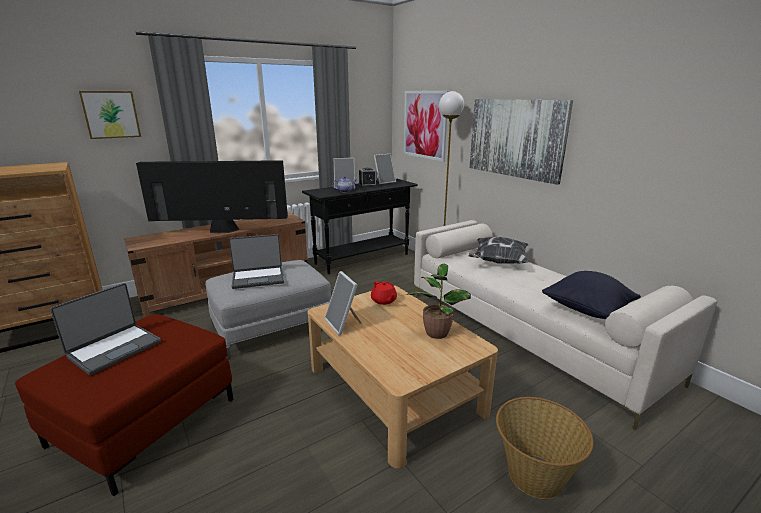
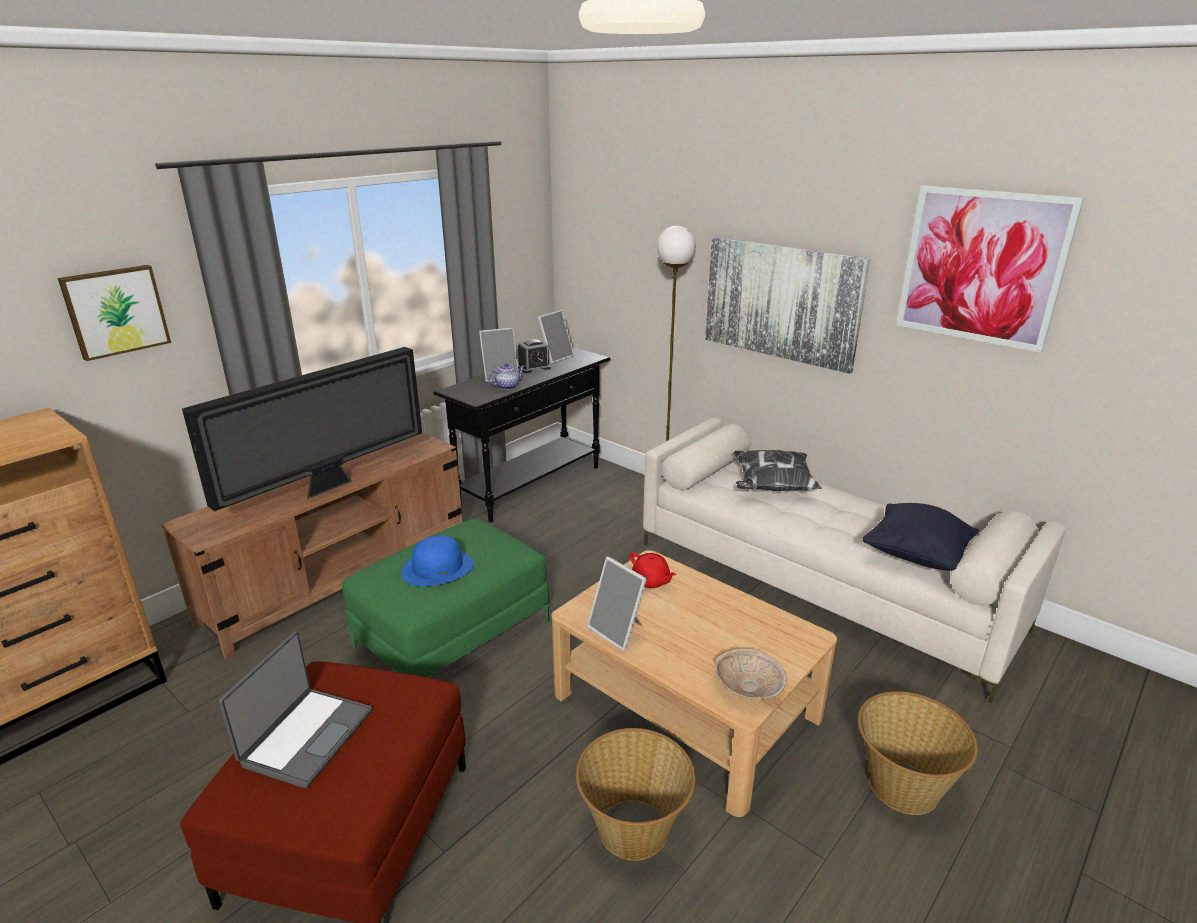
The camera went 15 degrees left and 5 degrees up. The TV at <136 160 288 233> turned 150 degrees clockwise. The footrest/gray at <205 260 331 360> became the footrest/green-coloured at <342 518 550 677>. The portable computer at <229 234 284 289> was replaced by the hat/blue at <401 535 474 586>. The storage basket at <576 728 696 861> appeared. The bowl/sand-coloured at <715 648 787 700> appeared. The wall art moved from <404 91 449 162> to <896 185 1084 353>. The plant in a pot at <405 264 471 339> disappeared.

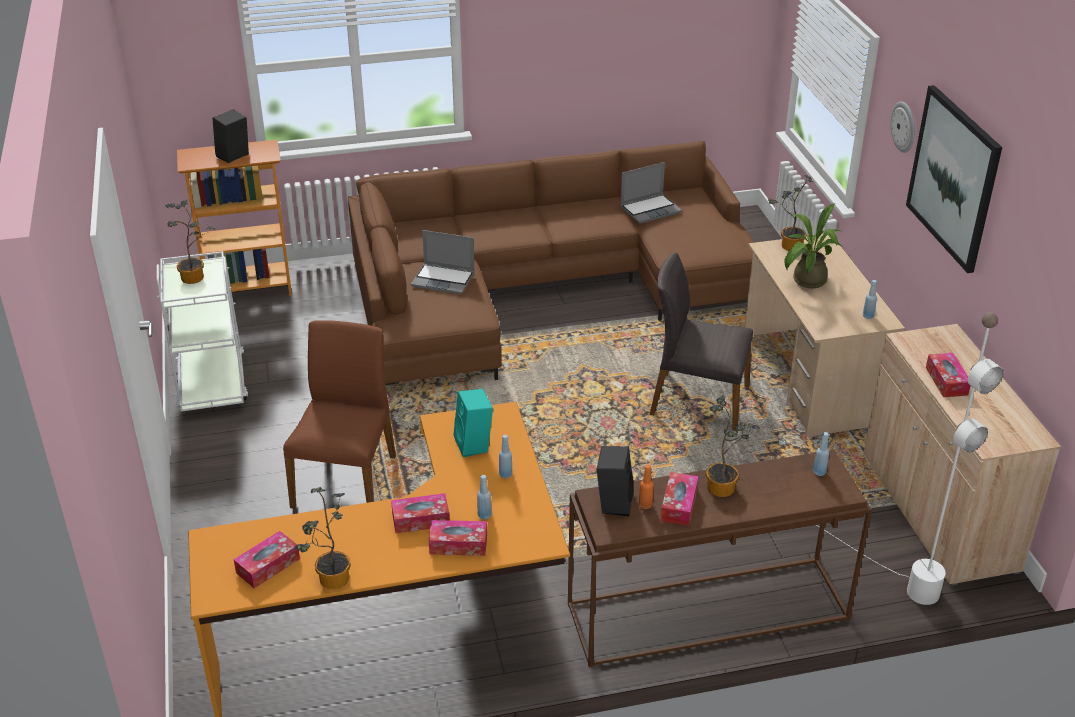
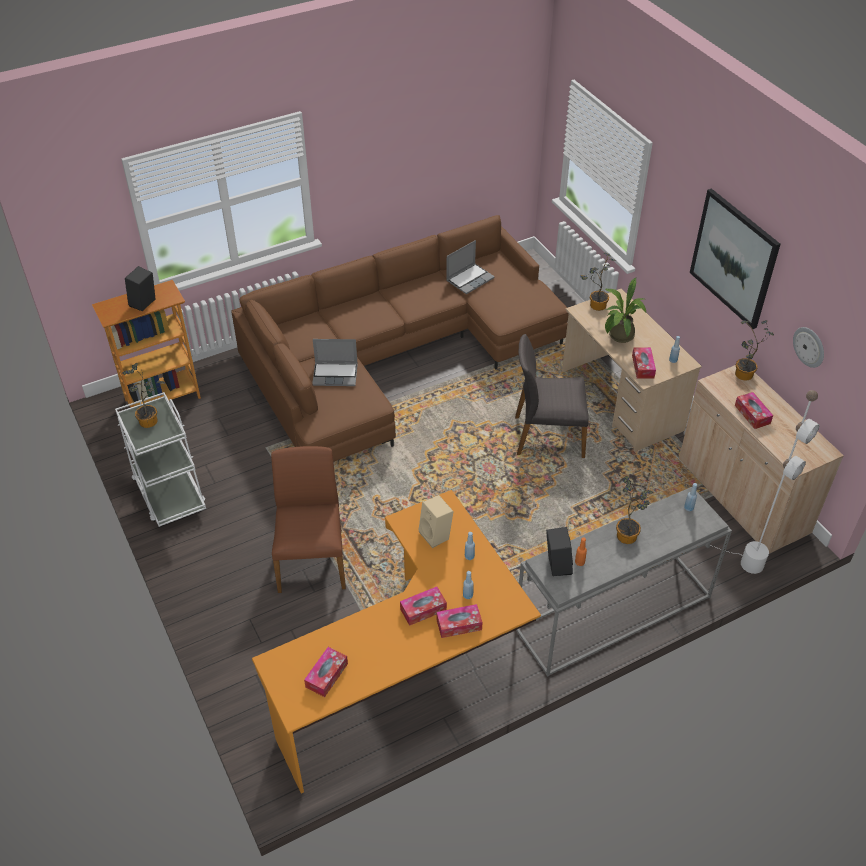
The camera went 15 degrees left and 10 degrees up. The loudspeaker/blue-green at <453 389 493 457> became the loudspeaker/sand-coloured at <418 495 454 548>. The hall table/brown at <568 450 872 668> became the hall table/gray at <515 487 732 677>. The tissue holder moved from <661 472 698 526> to <632 347 656 379>. The plant in a pot moved from <295 487 351 589> to <735 320 774 381>. The hanging clock moved from <890 101 915 153> to <793 327 824 368>.

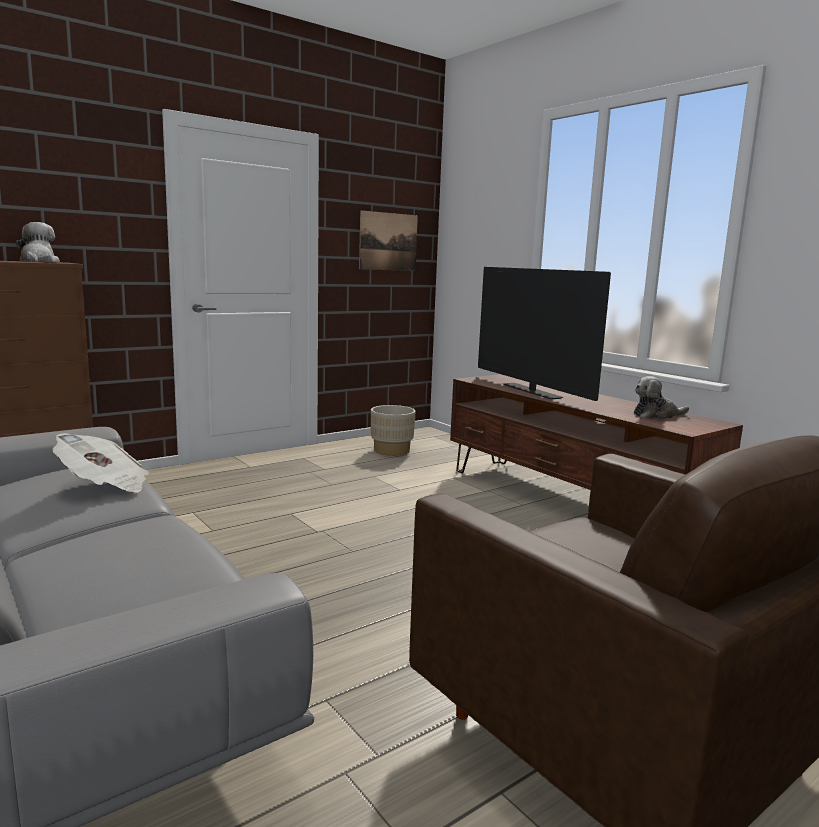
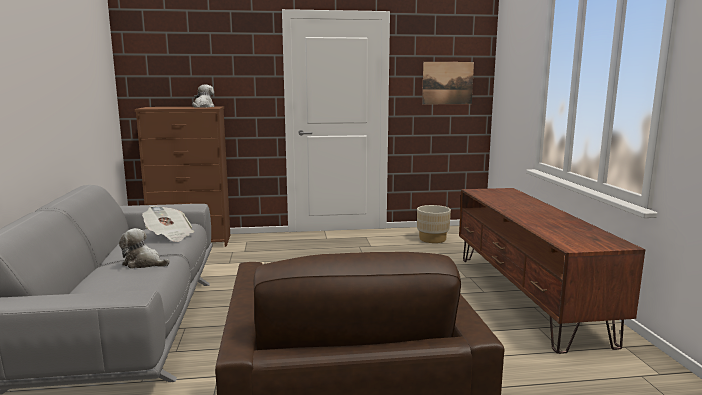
The camera went 30 degrees right and 0 degrees up. The soft toy moved from <634 376 689 419> to <119 228 170 269>. The TV at <478 267 611 401> disappeared.

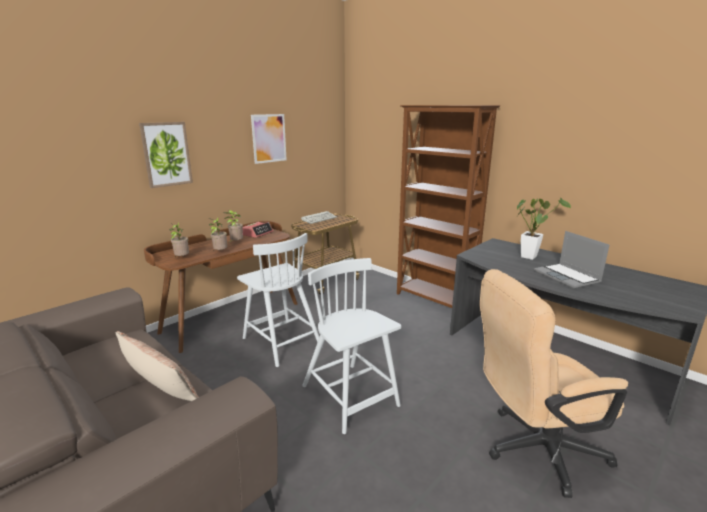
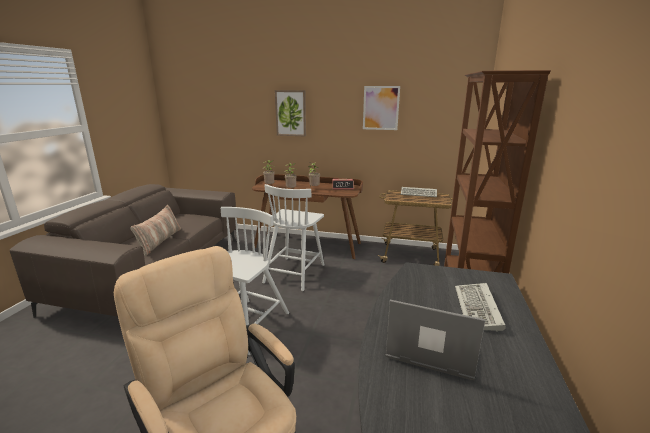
The camera went 60 degrees right and 0 degrees up. The portable computer at <534 231 609 289> turned 75 degrees clockwise. The plant in a pot at <517 198 571 260> was replaced by the computer keyboard at <455 283 506 332>.

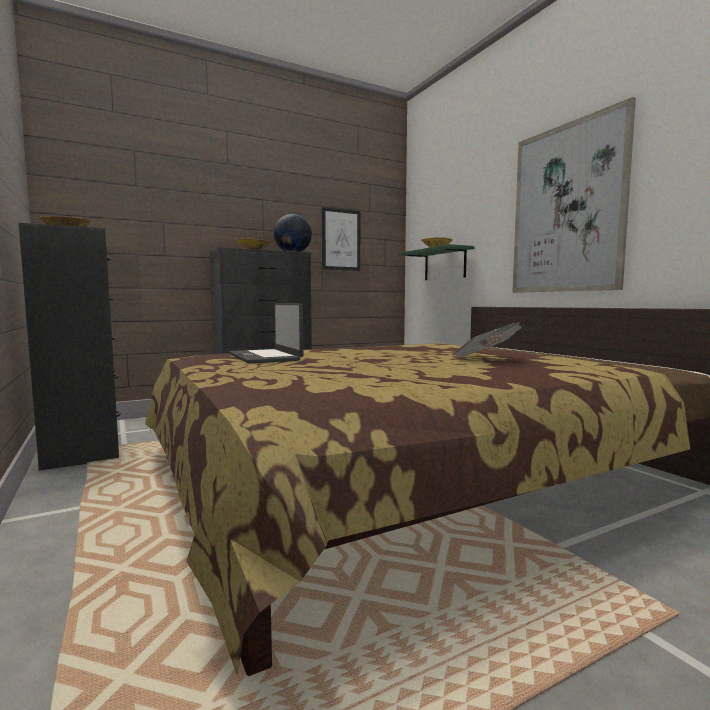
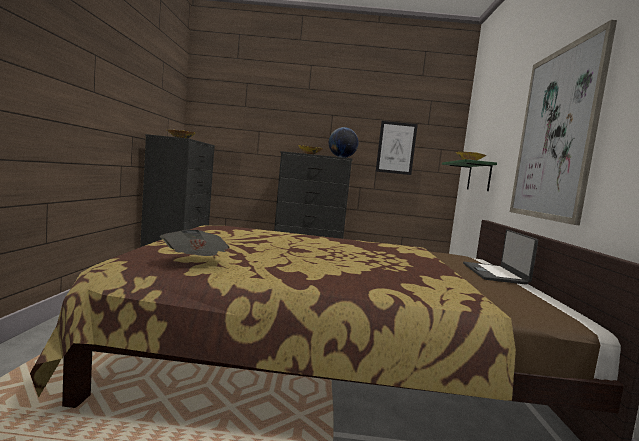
The camera went 30 degrees right and 0 degrees up. The printed paper moved from <452 322 522 356> to <159 230 229 256>. The portable computer moved from <229 304 304 364> to <463 229 538 285>.

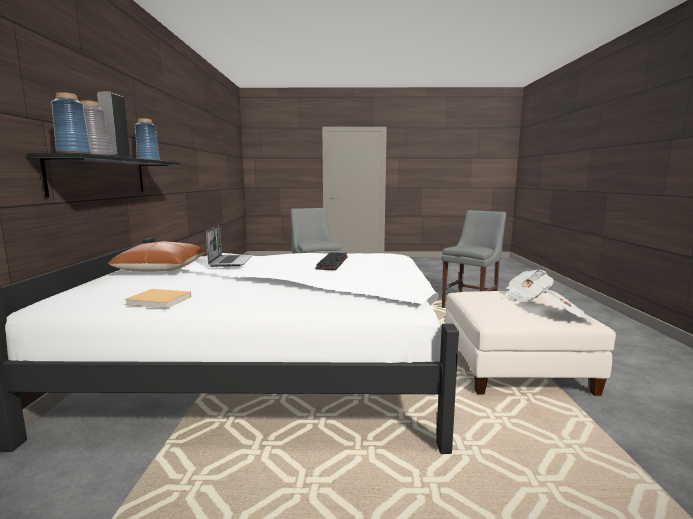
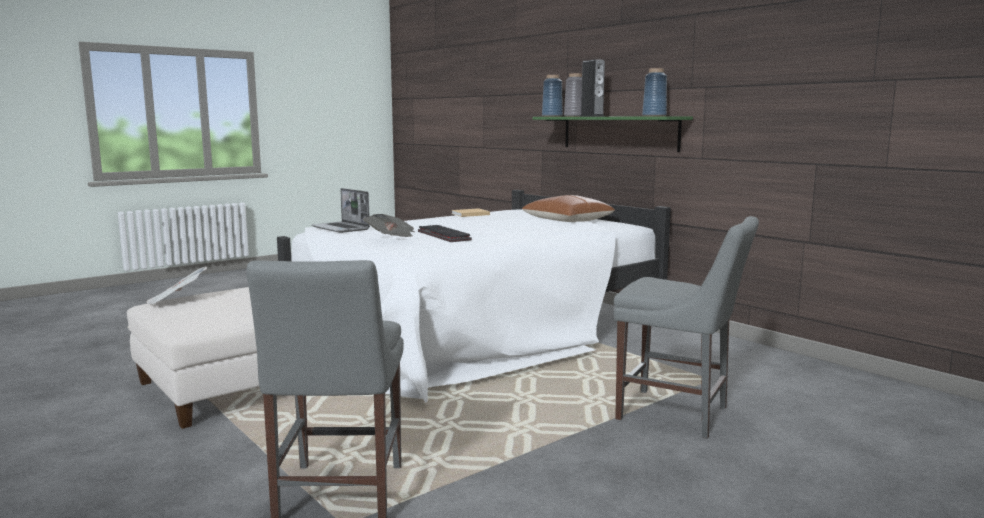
The camera went 140 degrees right and 0 degrees up. The portable computer moved from <206 225 253 267> to <311 188 370 233>. The printed paper moved from <504 270 554 301> to <363 214 414 237>. The wall shelf/black-coloured at <27 153 180 197> became the wall shelf/green-coloured at <532 116 693 152>.

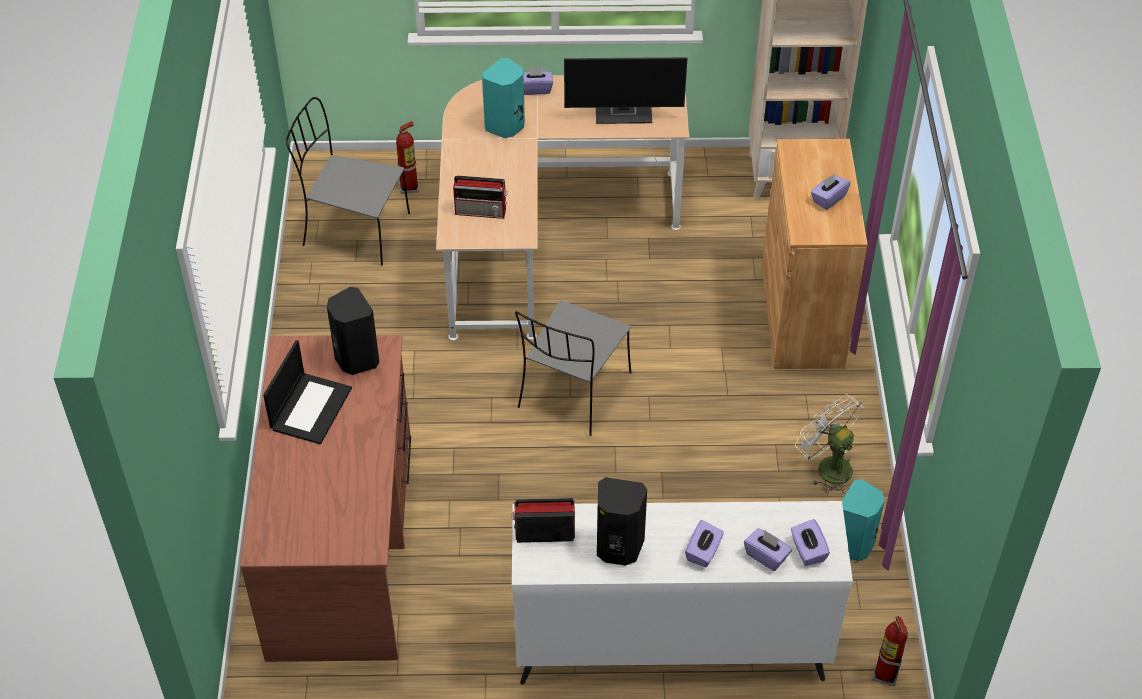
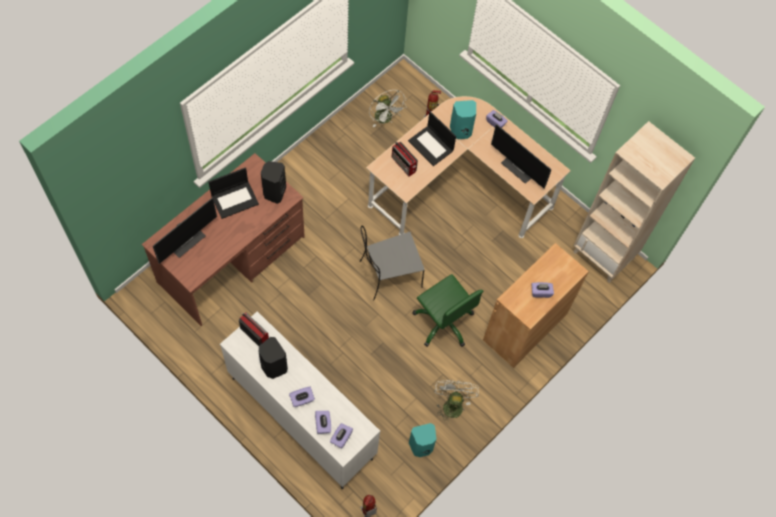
The camera went 40 degrees right and 15 degrees up. The computer display at <153 197 217 264> appeared. The plain chair/gray at <286 97 410 266> was replaced by the electric fan/white at <369 90 407 127>. The portable computer at <408 112 456 166> appeared. The desk chair/green-coloured at <412 274 483 347> appeared.

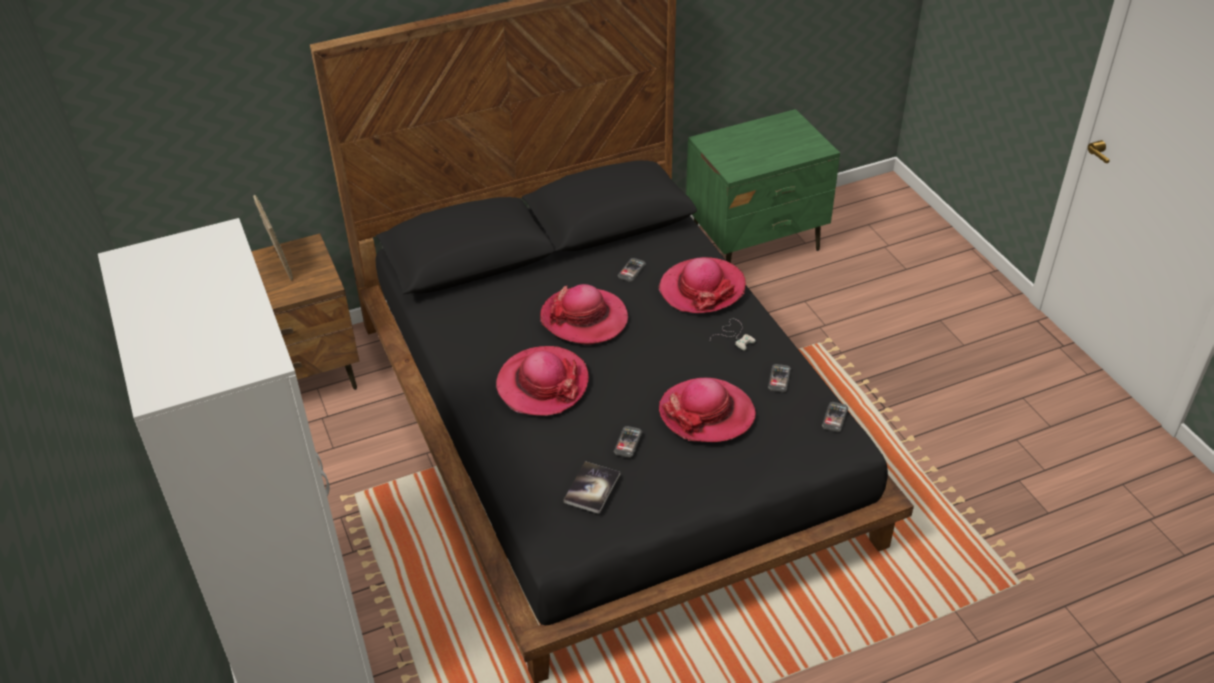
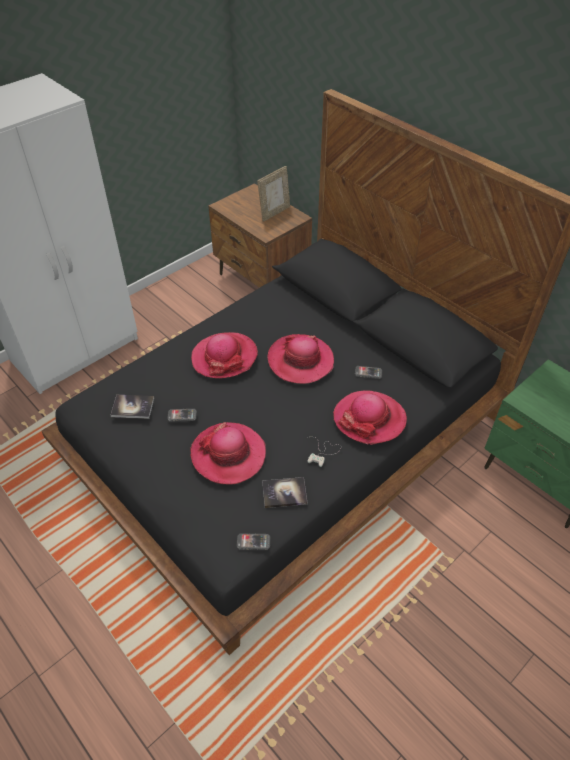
The camera went 70 degrees right and 5 degrees up. The phone at <768 364 791 392> was replaced by the volume at <262 477 307 508>.

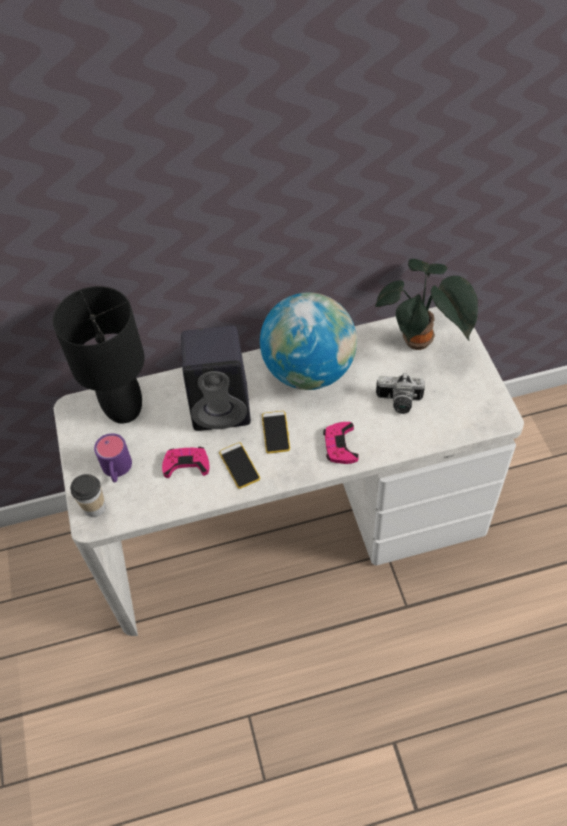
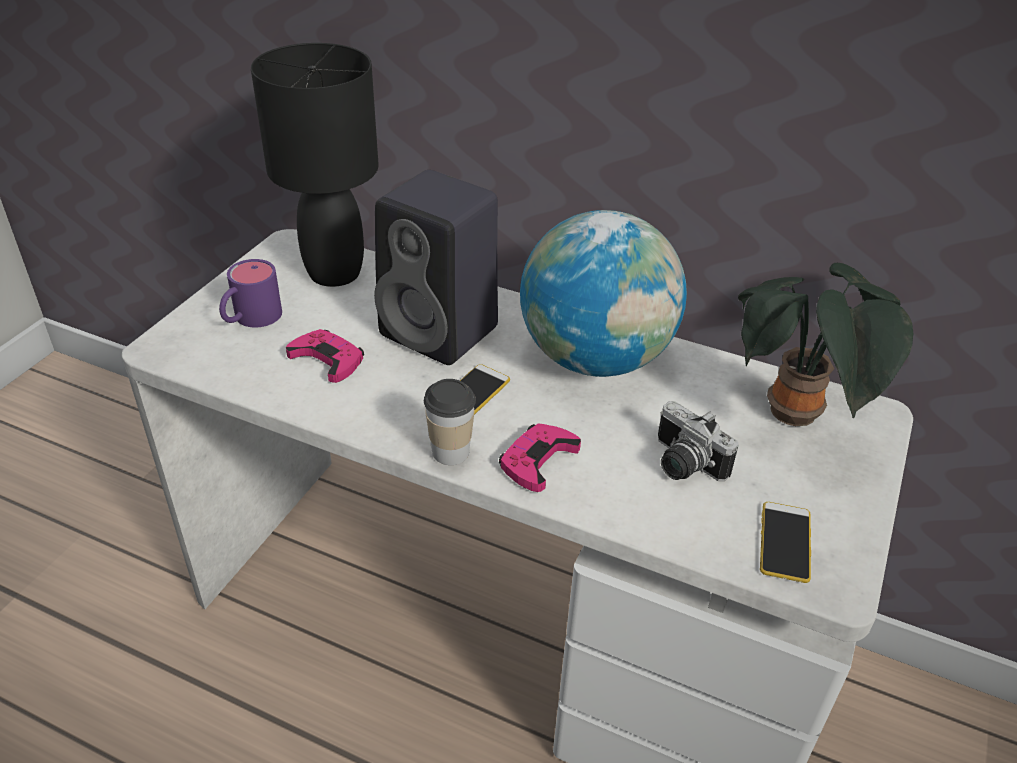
The camera went 35 degrees right and 15 degrees down. The drinking cup moved from <70 474 106 517> to <424 379 476 465>. The phone moved from <219 442 260 489> to <760 502 811 583>.

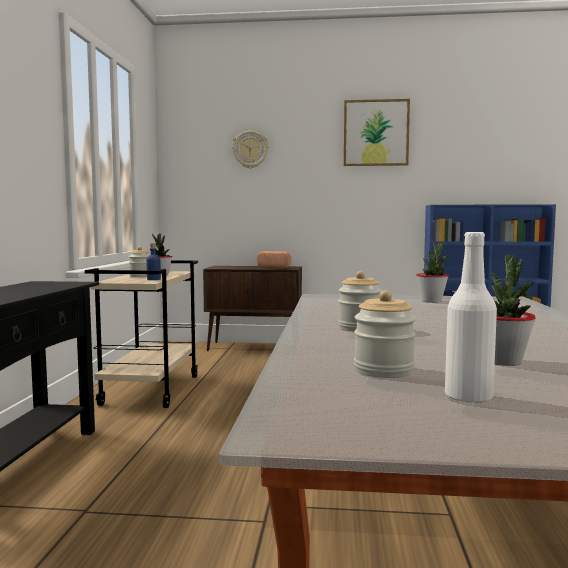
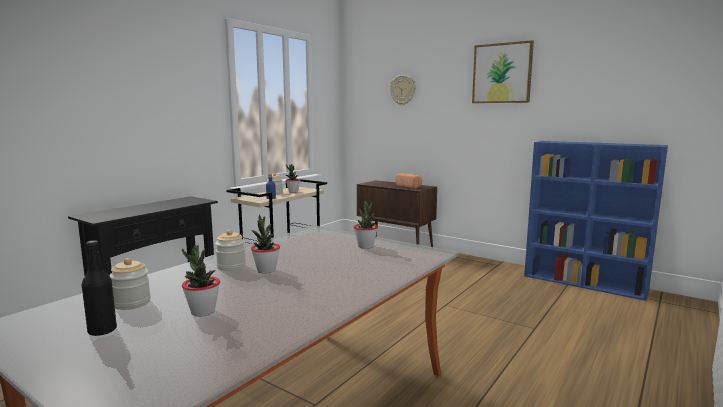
The camera went 30 degrees right and 5 degrees up. The drink bottle/white at <445 232 497 404> became the drink bottle/black-coloured at <82 240 117 336>. The plant in a pot at <251 214 280 274> appeared.

